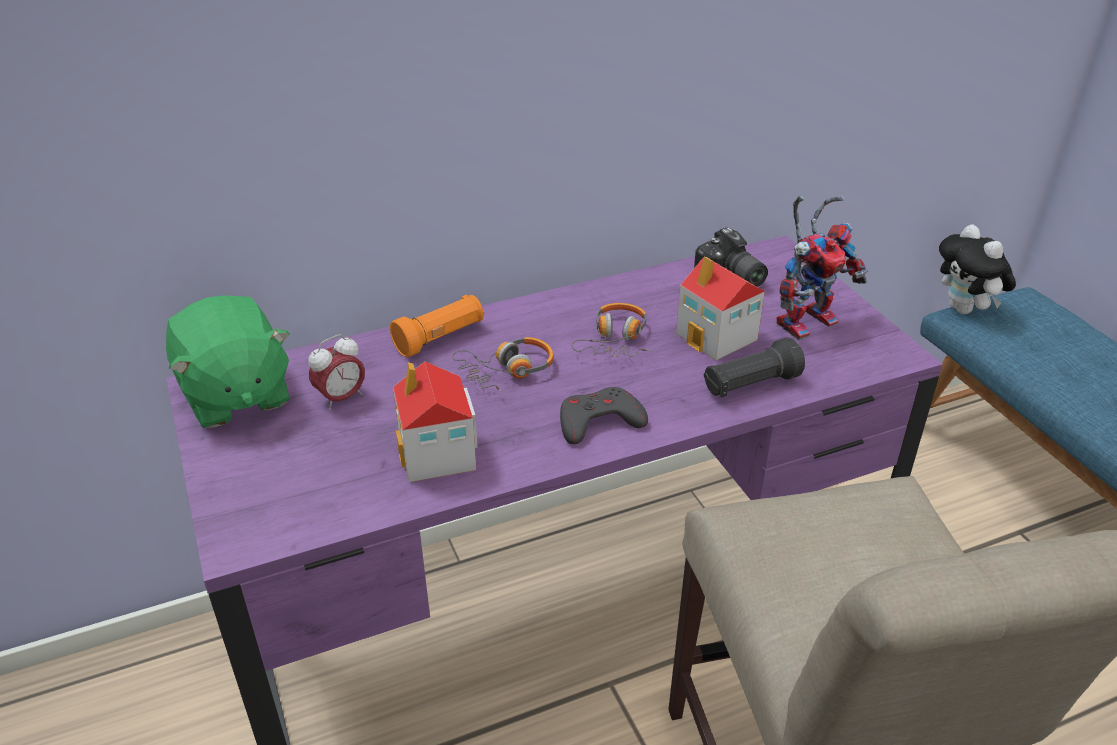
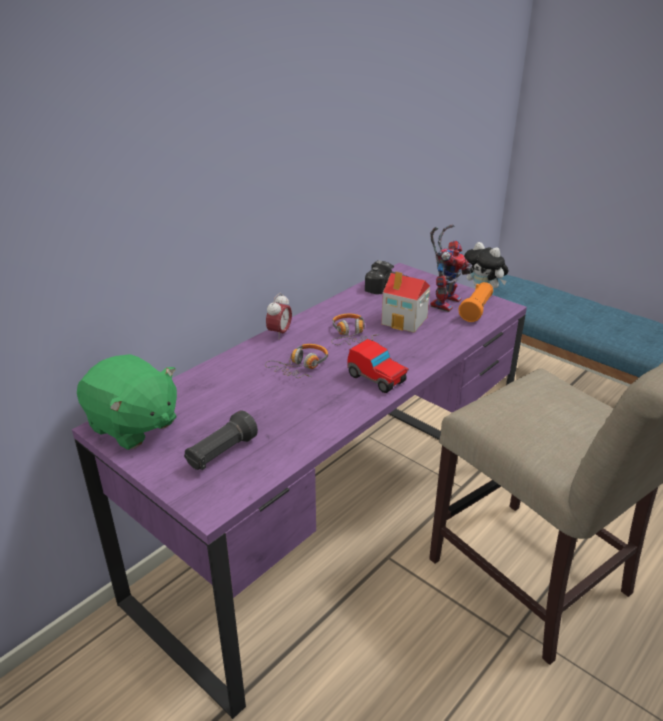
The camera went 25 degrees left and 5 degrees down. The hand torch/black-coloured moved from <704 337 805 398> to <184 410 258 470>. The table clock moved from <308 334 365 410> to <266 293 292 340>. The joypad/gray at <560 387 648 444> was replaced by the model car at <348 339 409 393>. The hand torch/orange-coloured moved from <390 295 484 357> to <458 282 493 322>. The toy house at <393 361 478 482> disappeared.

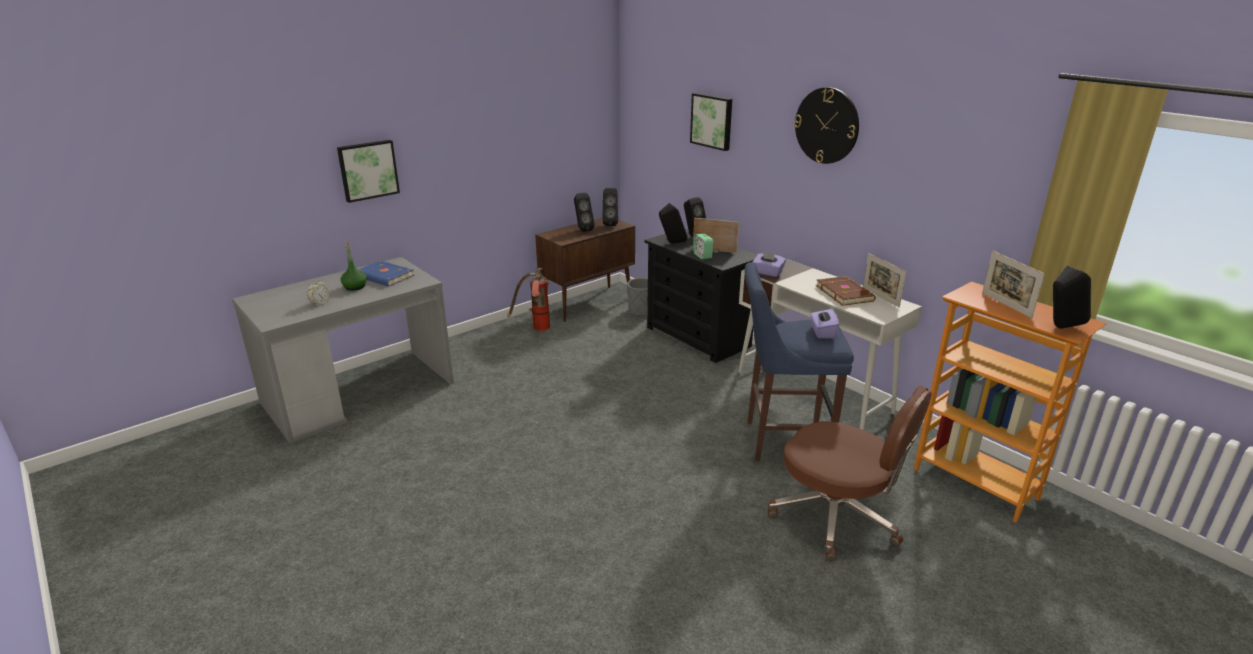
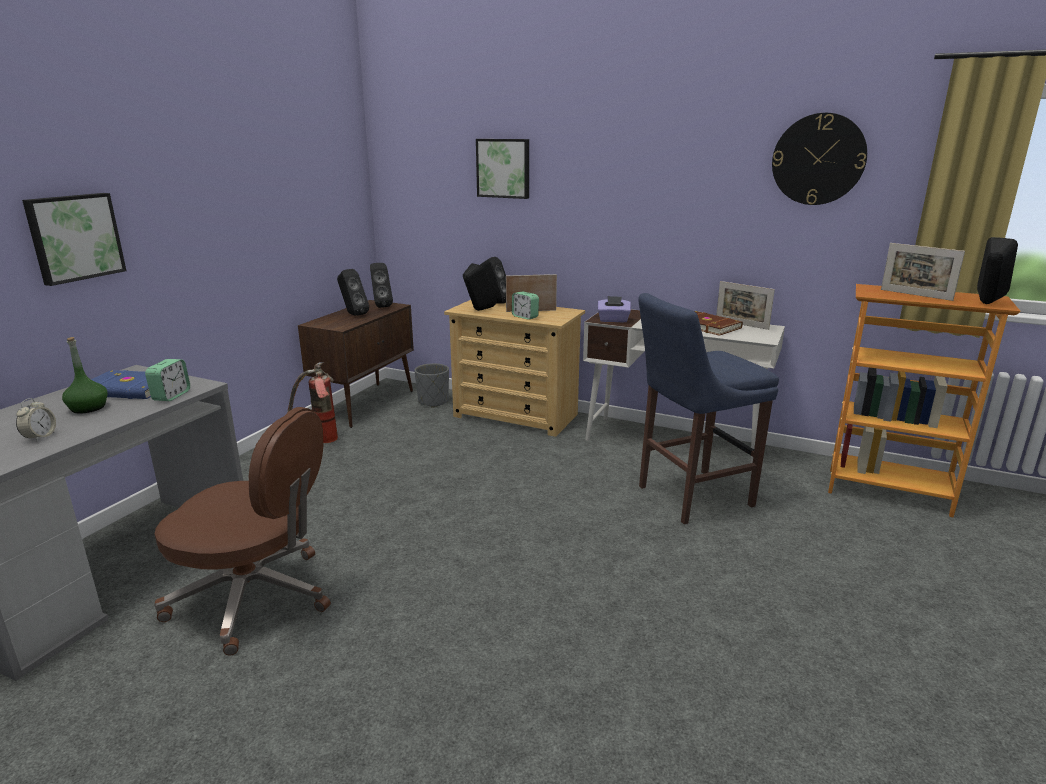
The camera went 25 degrees left and 5 degrees down. The table clock at <145 359 190 401> appeared. The desk chair/brown moved from <768 385 931 562> to <154 407 331 655>. The drawer chest/black-coloured at <644 229 757 363> became the drawer chest/sand-coloured at <444 300 585 437>. The hanging clock moved from <794 87 859 164> to <772 113 867 205>. The tissue holder/purple at <811 309 839 339> disappeared.

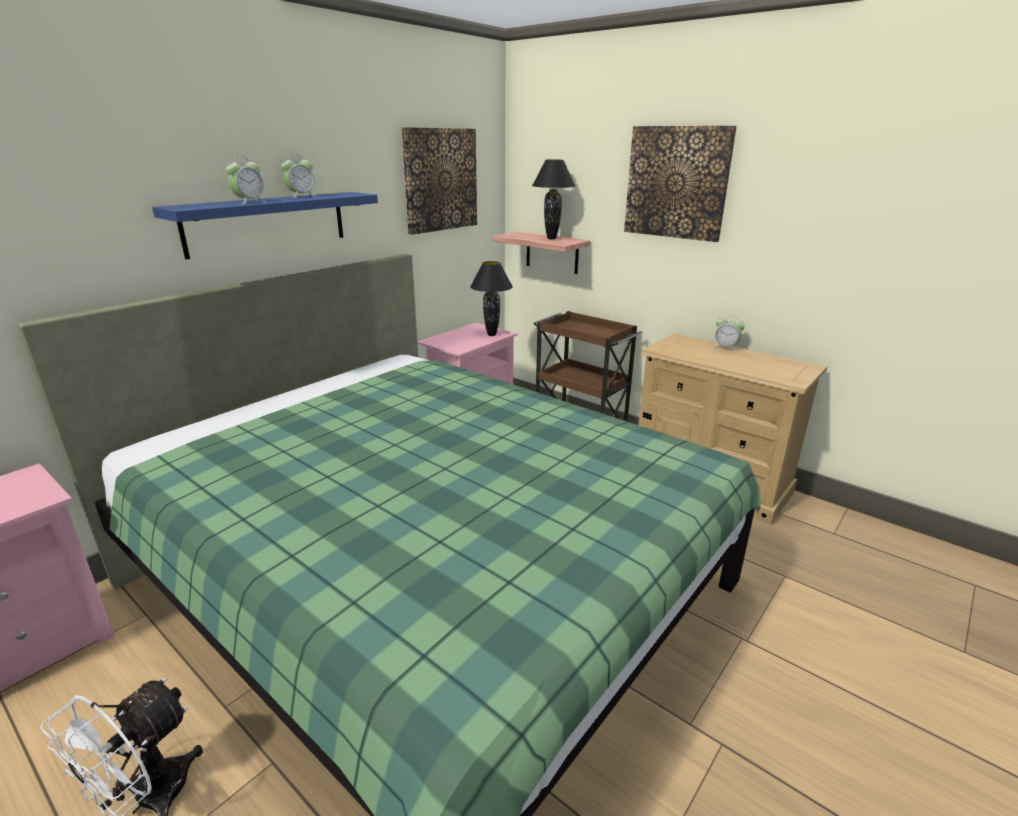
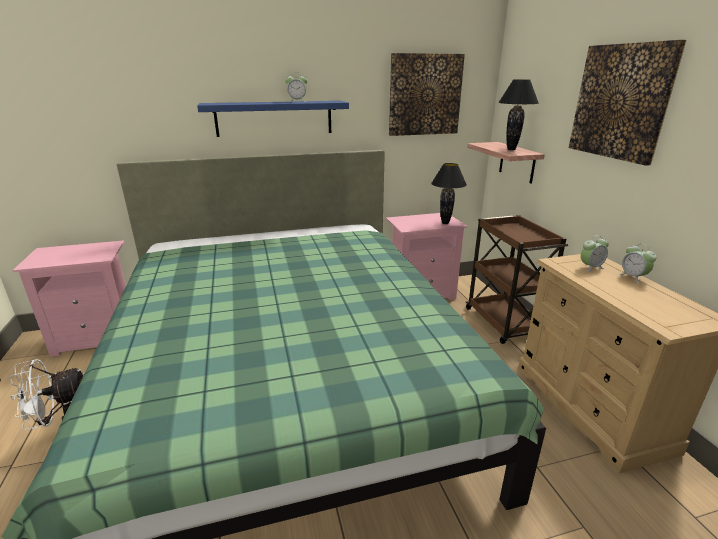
The camera went 35 degrees right and 0 degrees up. The table clock moved from <226 156 267 204> to <581 235 609 272>.

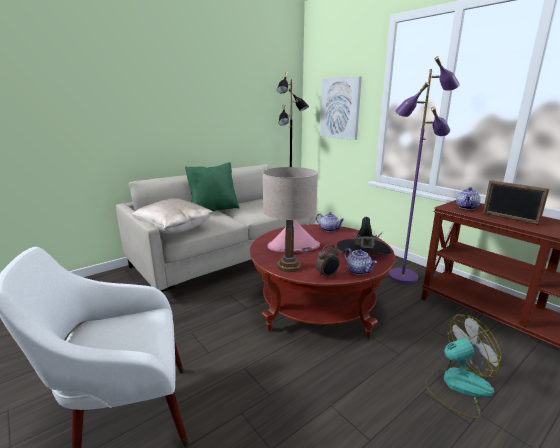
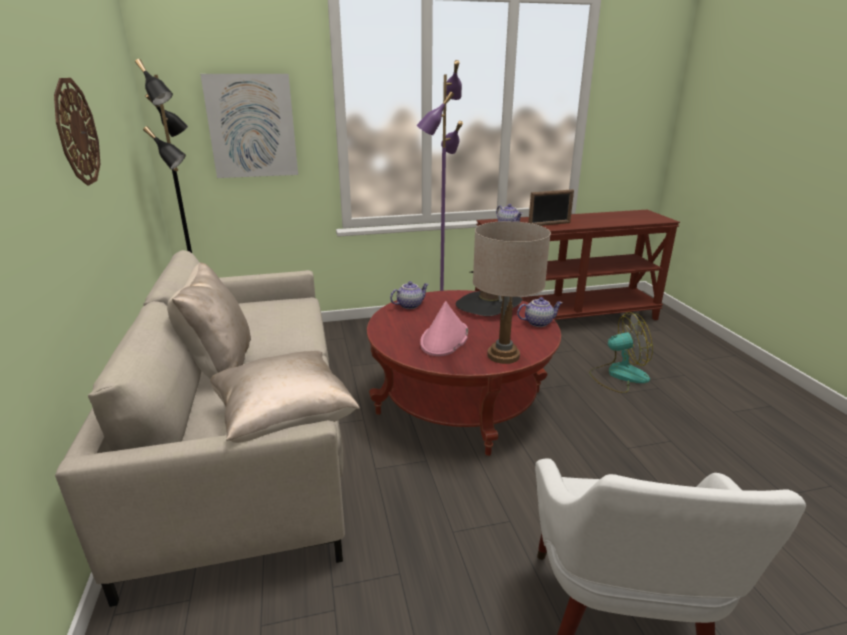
The camera went 65 degrees left and 5 degrees up. The hanging clock at <54 78 100 186> appeared. The cushion/green-coloured at <185 162 239 211> became the cushion/sand-coloured at <167 262 251 379>. The electric fan at <425 314 502 419> turned 75 degrees clockwise. The table clock at <316 245 340 279> disappeared.

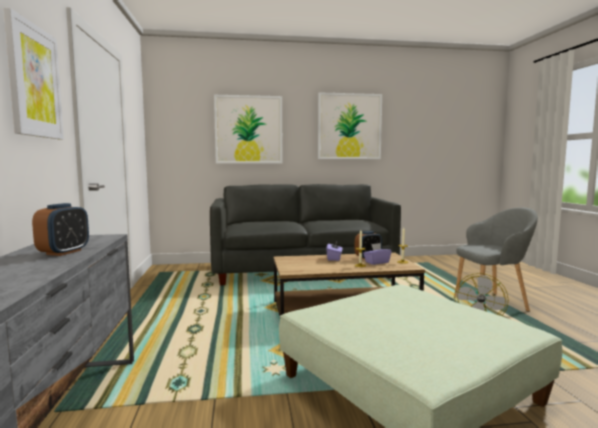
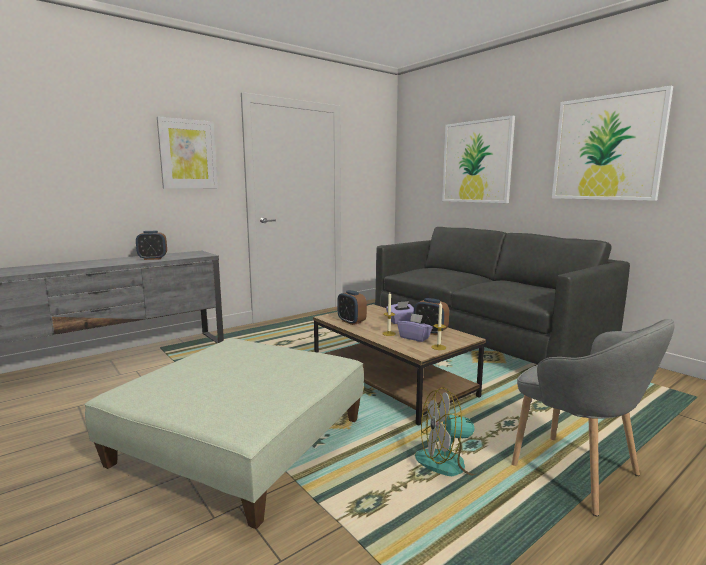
The camera went 60 degrees right and 5 degrees up. The table clock at <337 290 367 325> appeared.

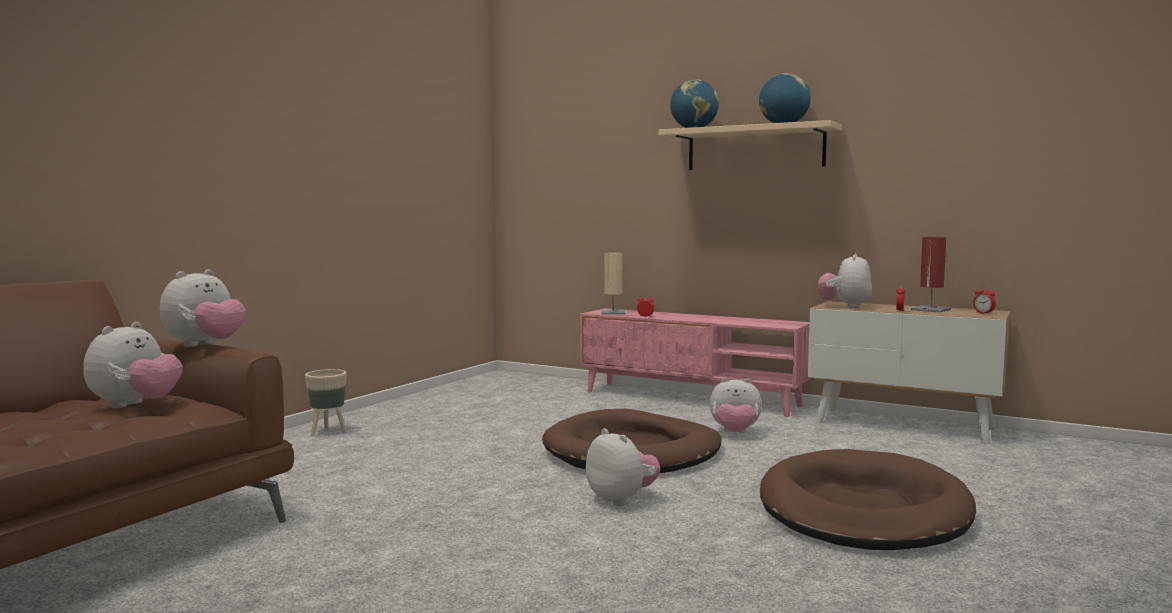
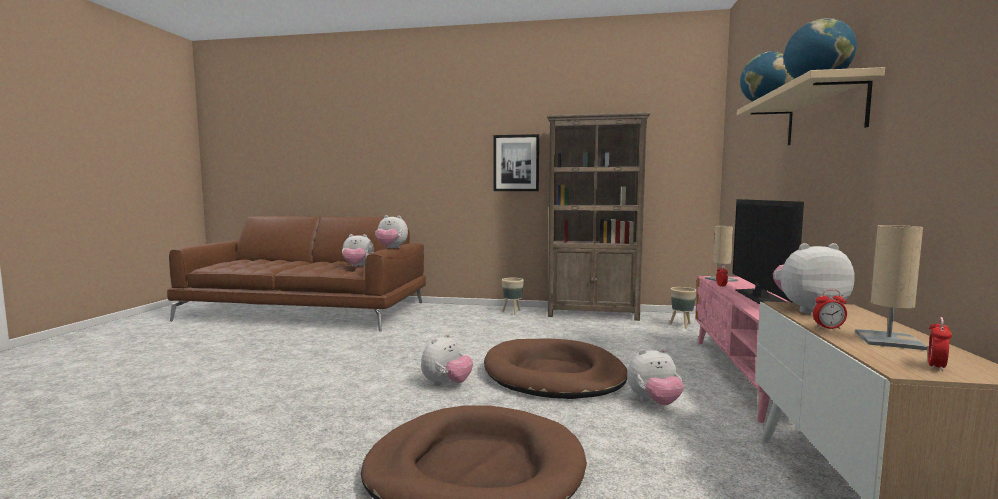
The camera went 70 degrees right and 0 degrees up. The wall art at <494 134 539 191> appeared. The bookcase/brown at <547 112 650 321> appeared. The soft toy at <710 377 762 433> turned 90 degrees counterclockwise. The flower pot/sand-coloured at <670 287 697 329> appeared. The TV at <732 199 804 304> appeared. The tabletop lamp/red at <911 237 951 313> became the tabletop lamp/sand-coloured at <855 225 927 350>.

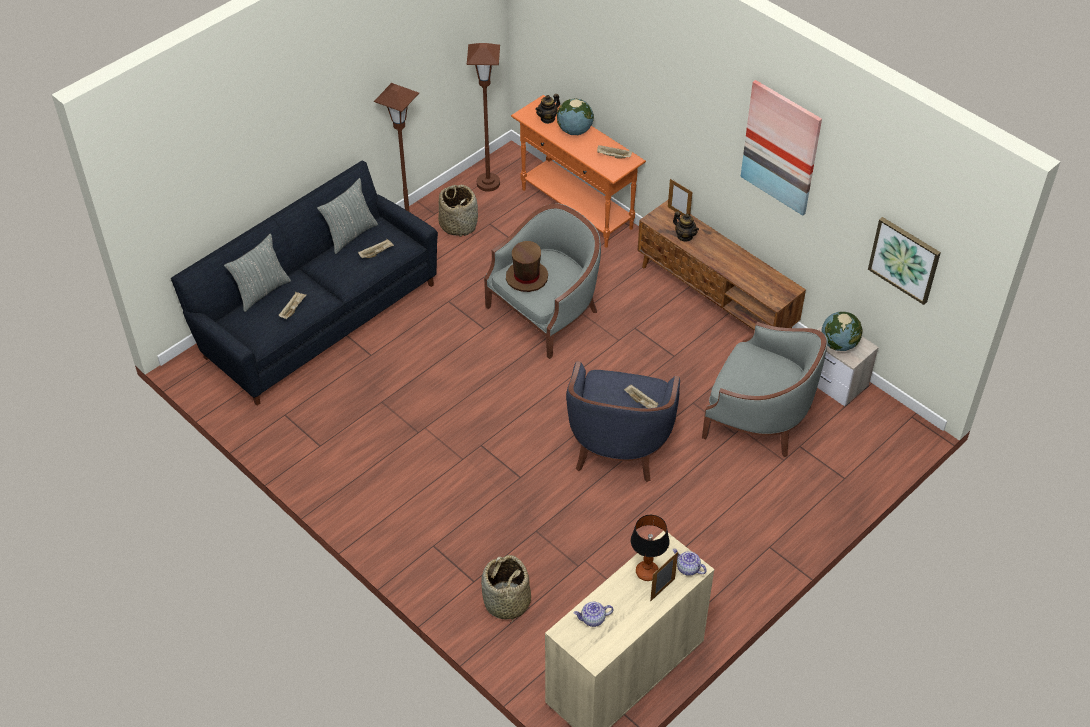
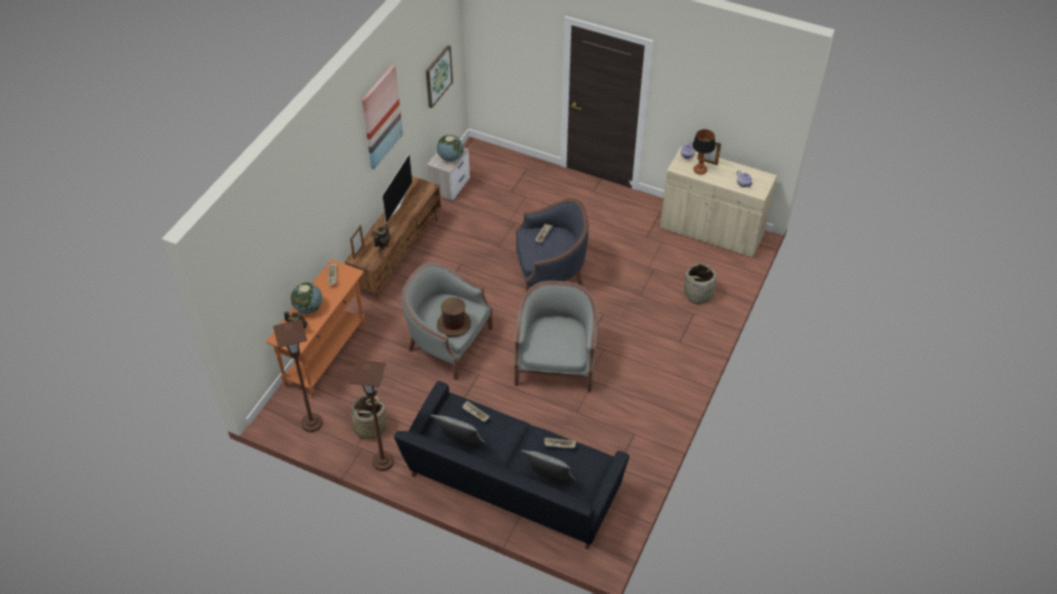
The camera went 110 degrees left and 0 degrees up. The TV at <382 153 413 224> appeared. The armchair/gray moved from <702 322 828 457> to <514 281 598 392>.

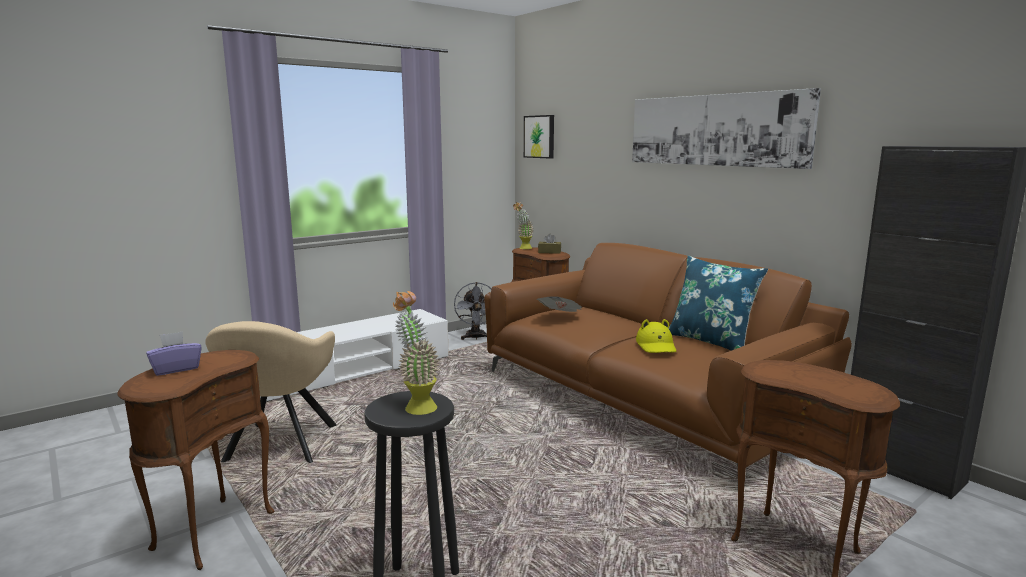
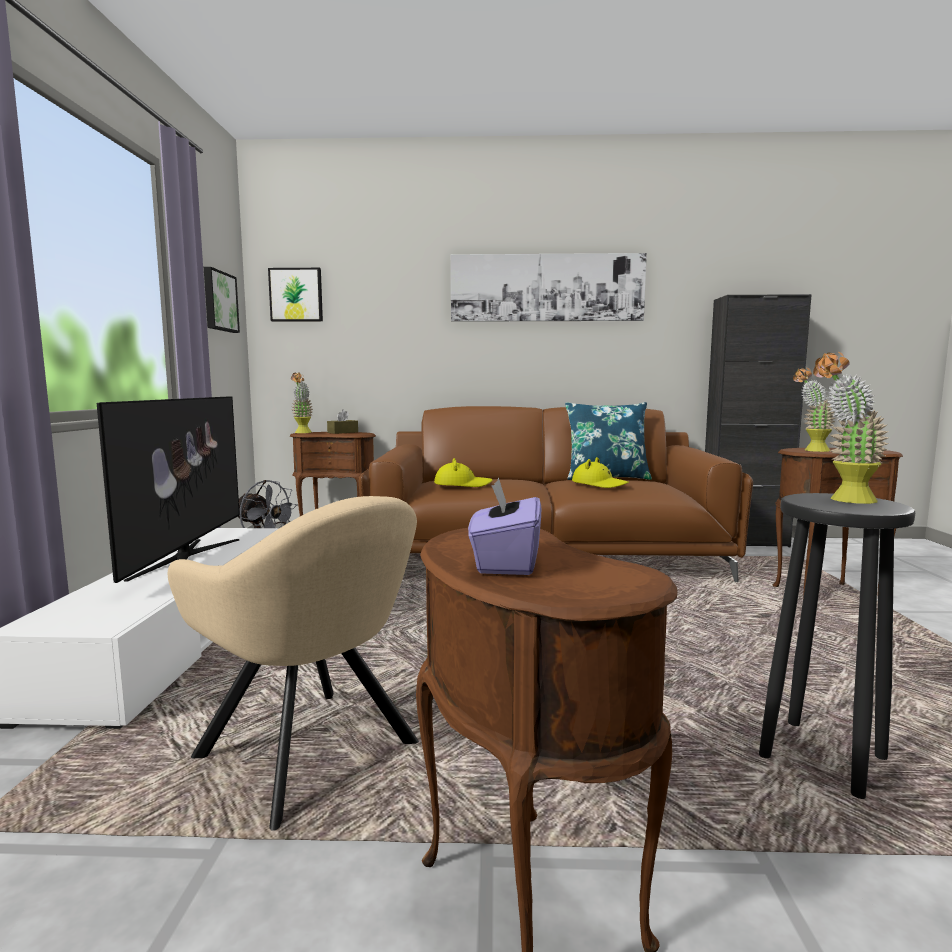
The camera went 50 degrees left and 5 degrees down. The TV at <97 396 240 583> appeared. The wall art at <204 267 240 333> appeared. The printed paper at <537 296 582 312> was replaced by the hat/yellowish at <434 458 492 487>. The plant in a pot at <793 368 836 452> appeared.

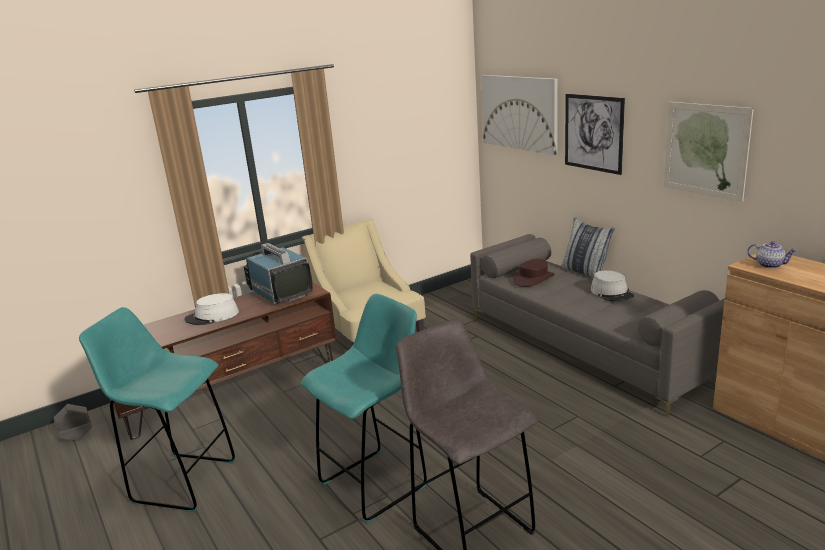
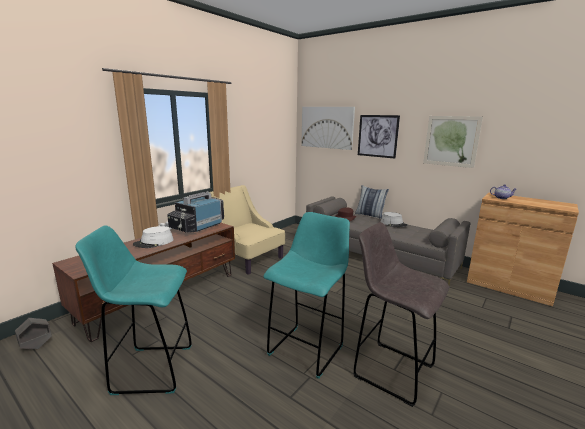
The camera went 20 degrees left and 5 degrees down. The TV at <244 243 313 304> turned 90 degrees counterclockwise.

